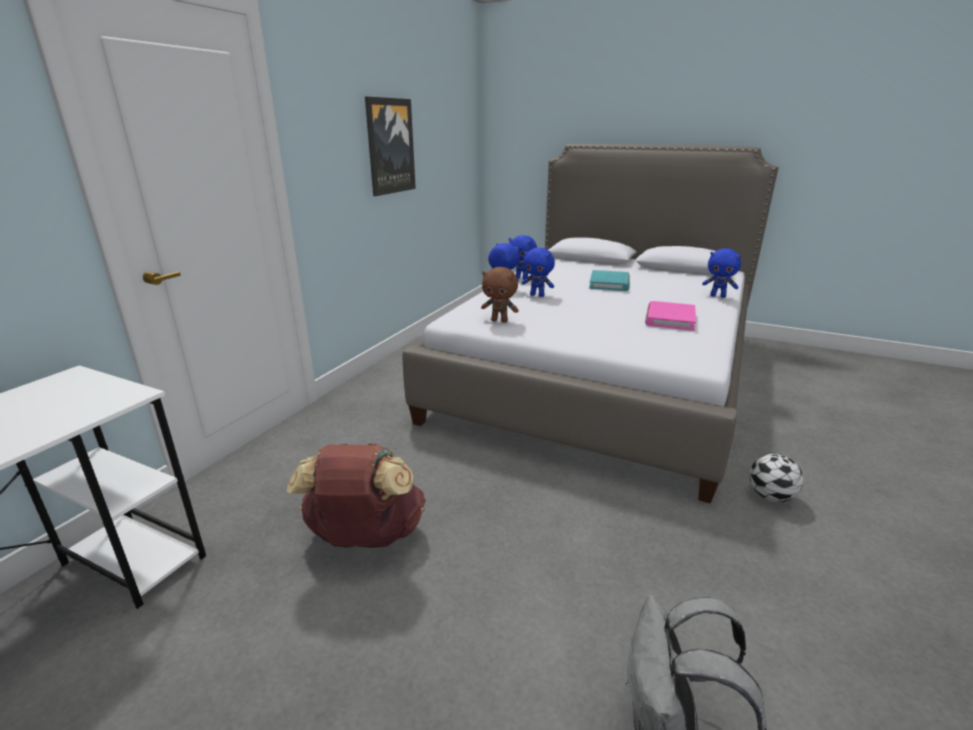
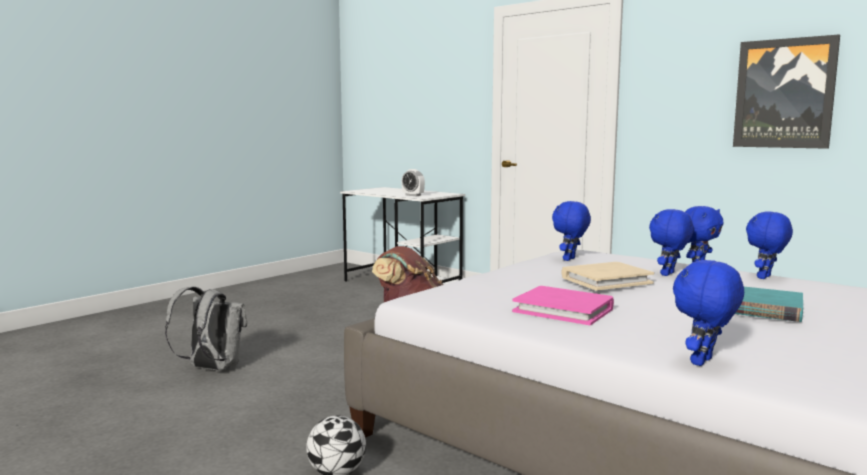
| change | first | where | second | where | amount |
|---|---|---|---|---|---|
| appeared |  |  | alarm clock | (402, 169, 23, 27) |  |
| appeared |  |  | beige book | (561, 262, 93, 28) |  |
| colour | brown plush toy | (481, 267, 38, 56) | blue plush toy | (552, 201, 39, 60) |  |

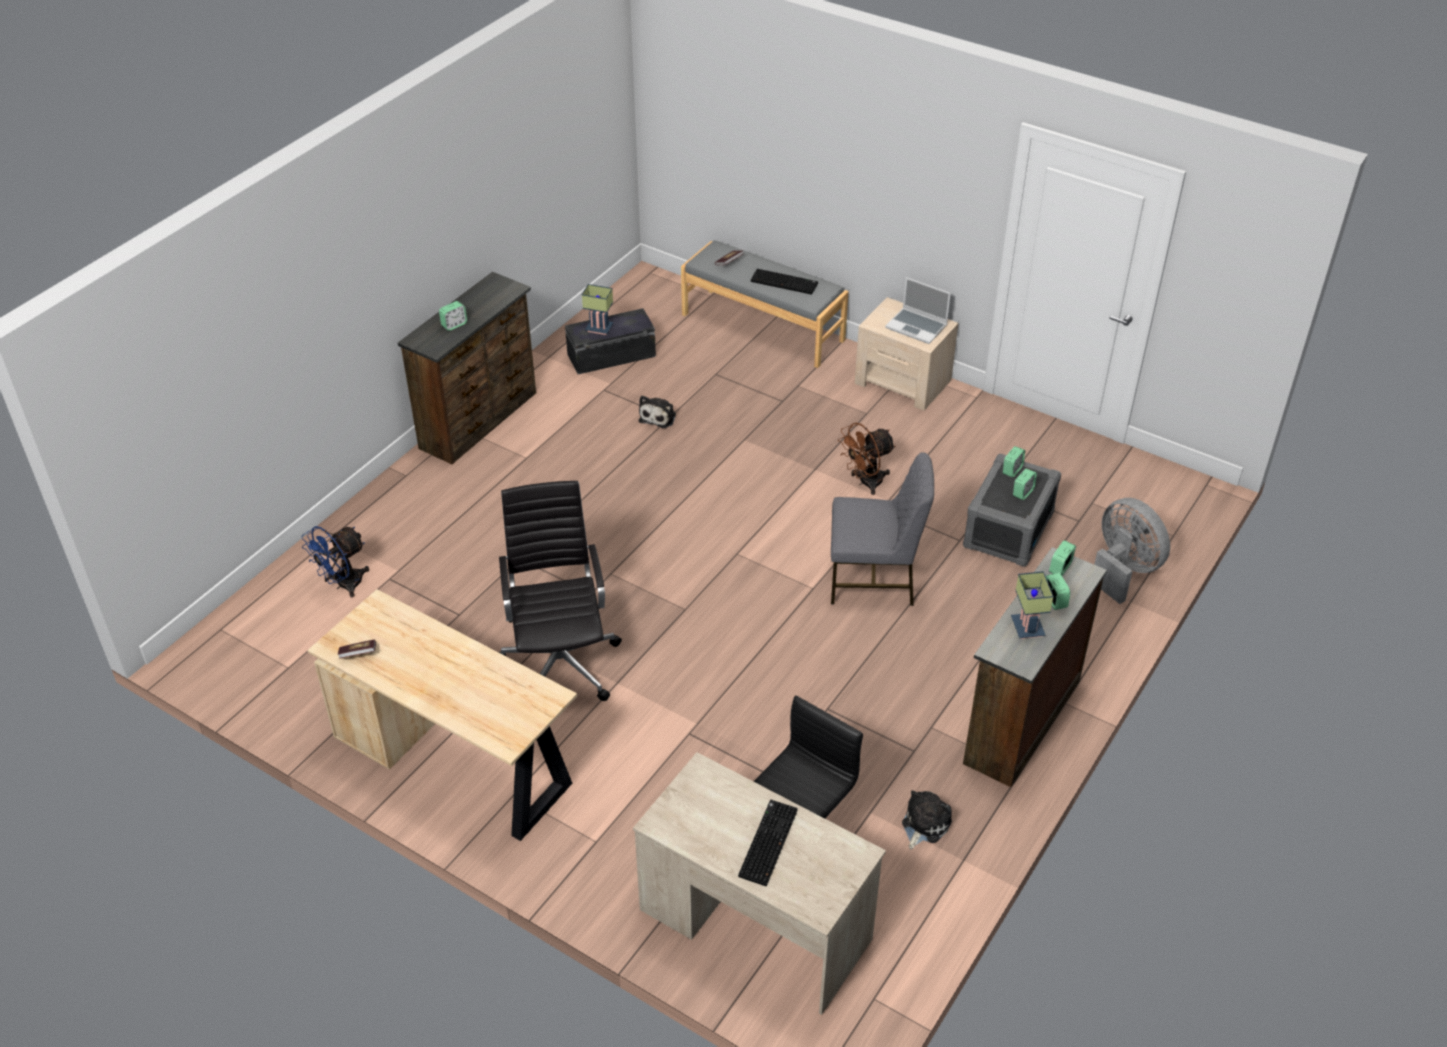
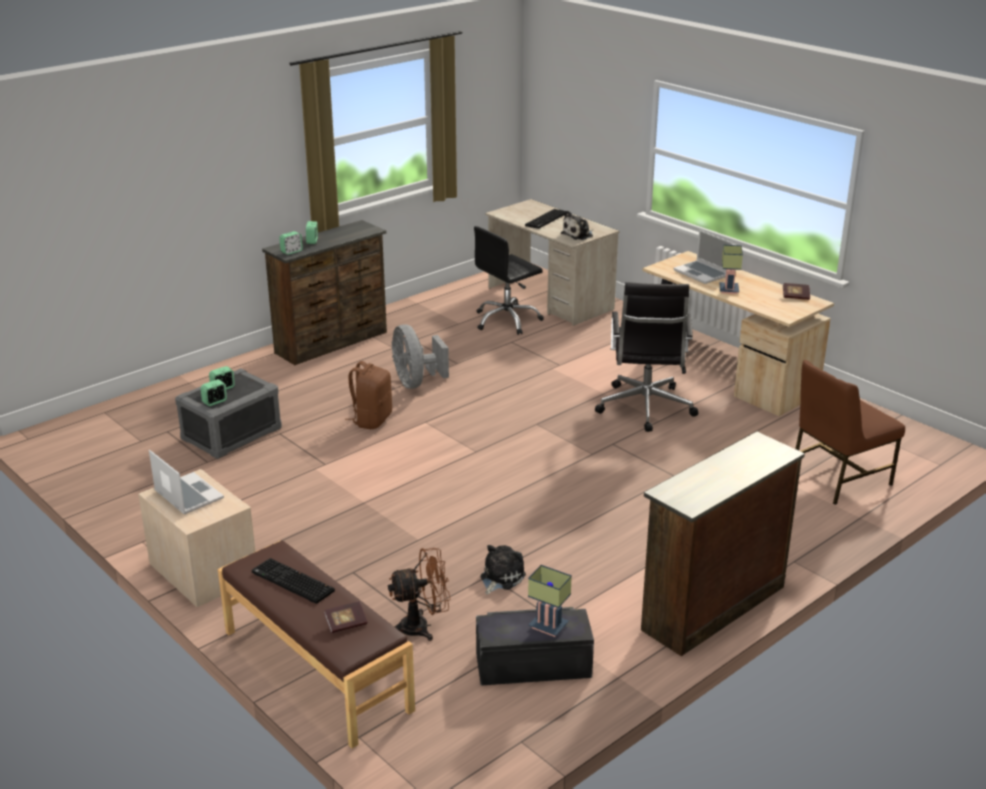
| change | first | where | second | where | amount |
|---|---|---|---|---|---|
| missing | alarm clock | (439, 301, 28, 30) |  |  |  |
| appeared |  |  | laptop | (673, 230, 59, 54) |  |
| relocated | brown fan | (838, 423, 58, 72) |  | (388, 548, 62, 93) |  |
| relocated | plush toy | (902, 790, 50, 59) |  | (561, 211, 32, 29) |  |
| relocated | table lamp | (1011, 571, 43, 68) |  | (719, 245, 24, 49) |  |
| relocated | grey fan | (1094, 498, 76, 106) |  | (392, 324, 57, 65) |  |
| exchanged | blue fan | (301, 526, 68, 71) | brown chair | (795, 360, 110, 145) |  |
| exchanged | grey chair | (831, 452, 103, 154) | brown backpack | (345, 361, 47, 68) |  |
| colour | grey bench | (681, 240, 168, 128) | brown bench | (218, 541, 197, 208) |  |

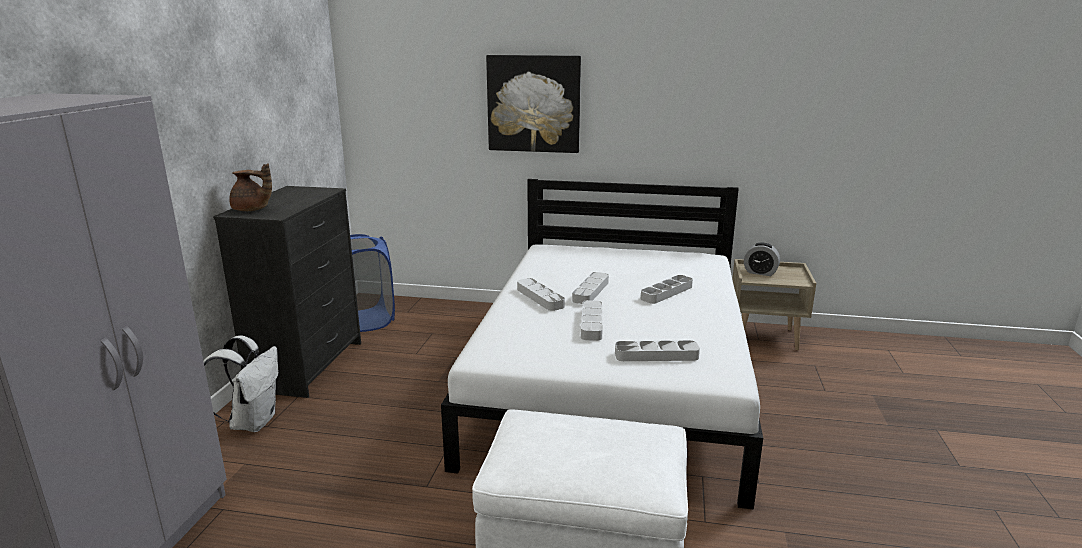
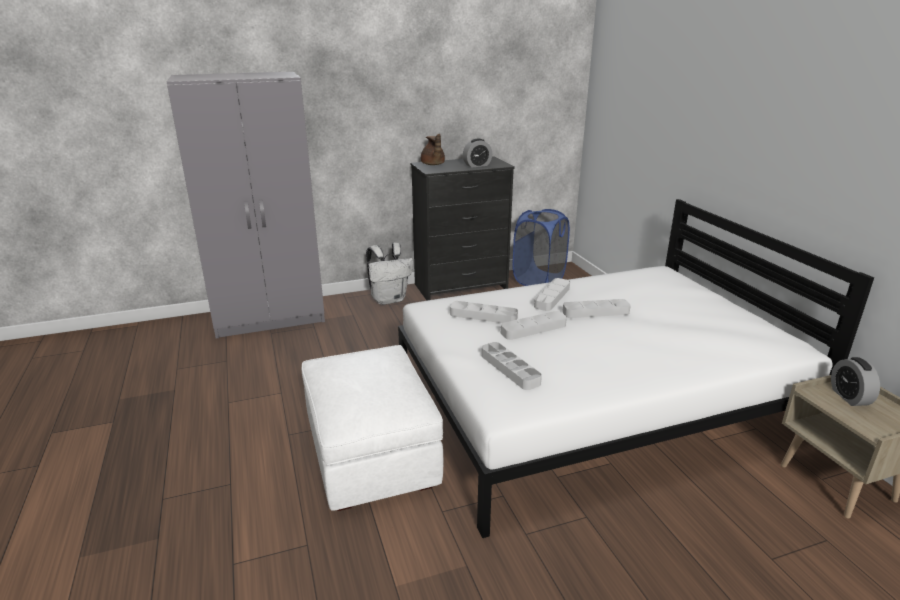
| change | first | where | second | where | amount |
|---|---|---|---|---|---|
| missing | picture | (486, 55, 95, 98) |  |  |  |
| appeared |  |  | alarm clock | (463, 138, 29, 30) |  |
| relocated | grey tray | (641, 275, 52, 29) |  | (450, 301, 68, 22) |  |

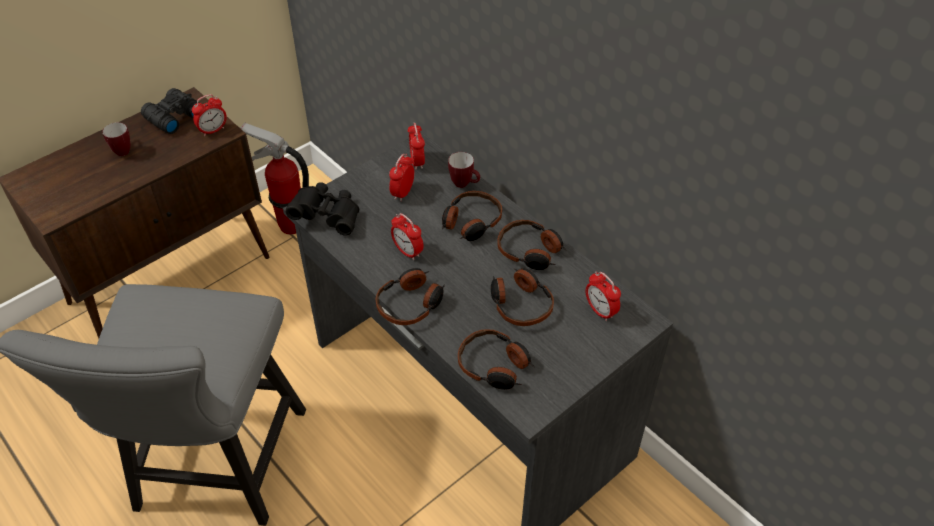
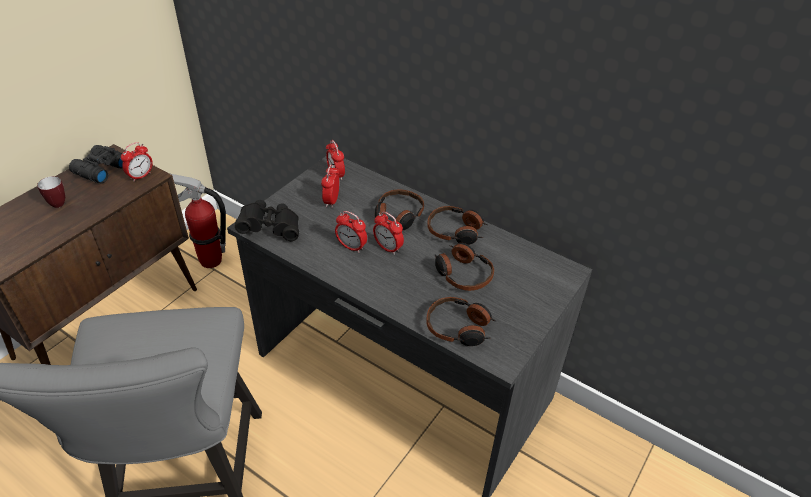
| change | first | where | second | where | amount |
|---|---|---|---|---|---|
| missing | headphones | (376, 268, 69, 57) |  |  |  |
| missing | mug | (448, 152, 32, 36) |  |  |  |
| relocated | alarm clock | (586, 272, 35, 49) |  | (373, 212, 31, 43) |  |

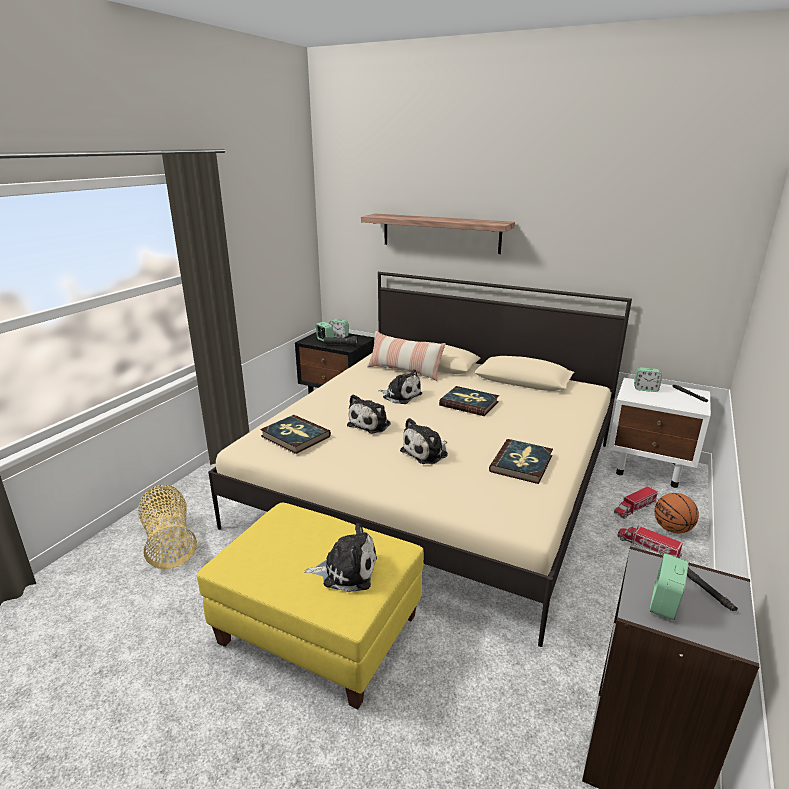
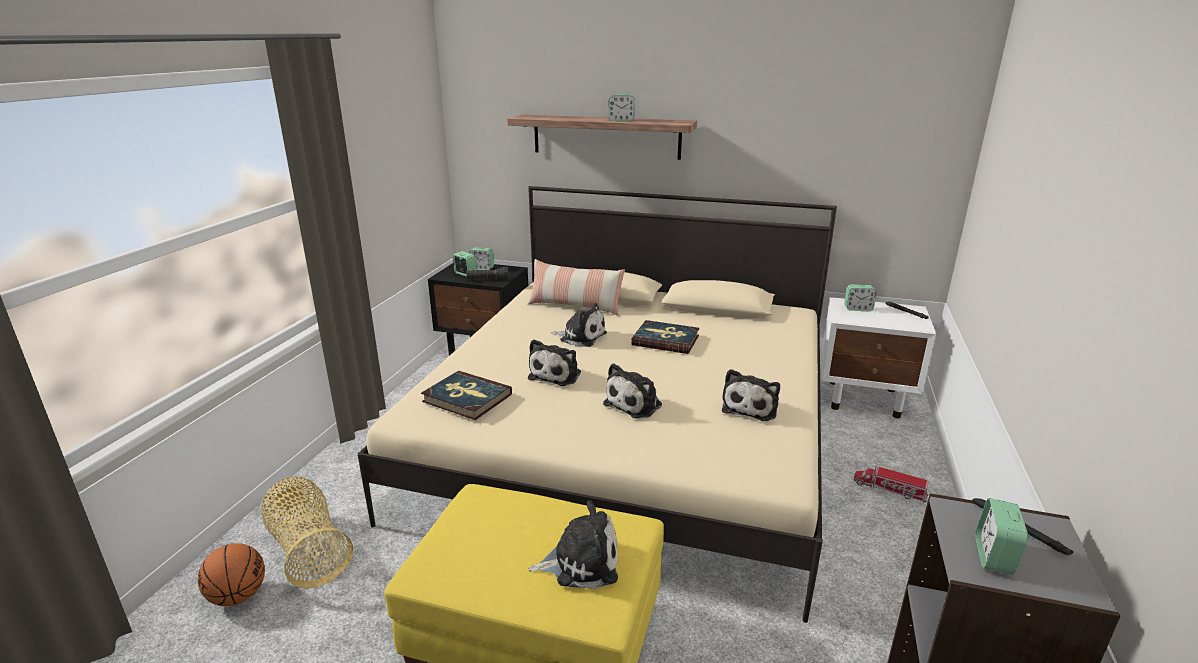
| change | first | where | second | where | amount |
|---|---|---|---|---|---|
| missing | toy truck | (614, 486, 44, 33) |  |  |  |
| appeared |  |  | alarm clock | (608, 95, 27, 26) |  |
| relocated | basketball | (654, 493, 45, 40) |  | (198, 543, 67, 63) |  |
| exchanged | book | (489, 439, 64, 45) | plush toy | (722, 369, 58, 52) |  |

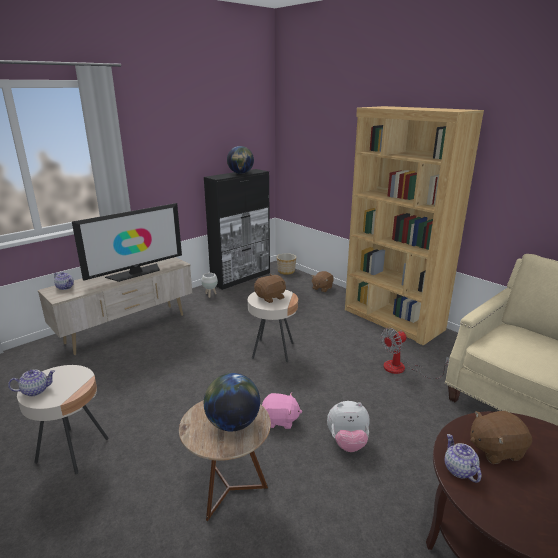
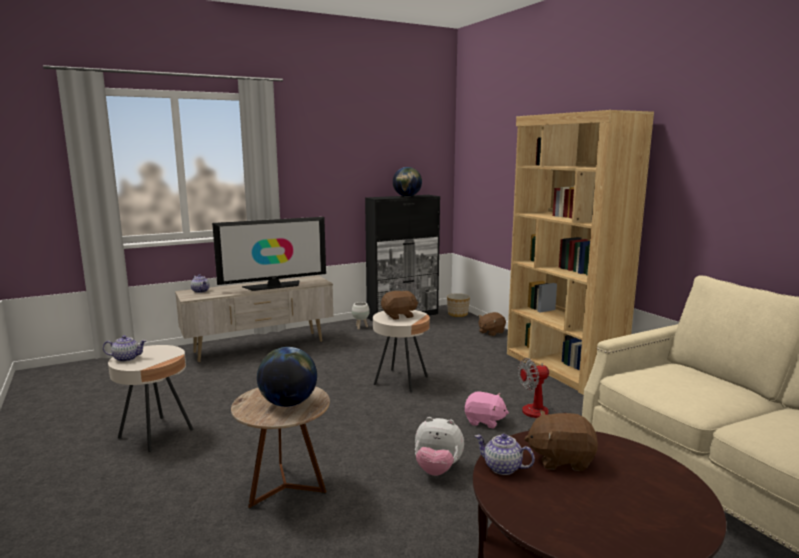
| change | first | where | second | where | amount |
|---|---|---|---|---|---|
| relocated | pink plush toy | (262, 392, 40, 37) |  | (465, 391, 44, 37) |  |
| spun | teapot | (445, 434, 36, 49) |  | (475, 434, 60, 41) | 60 degrees counterclockwise |

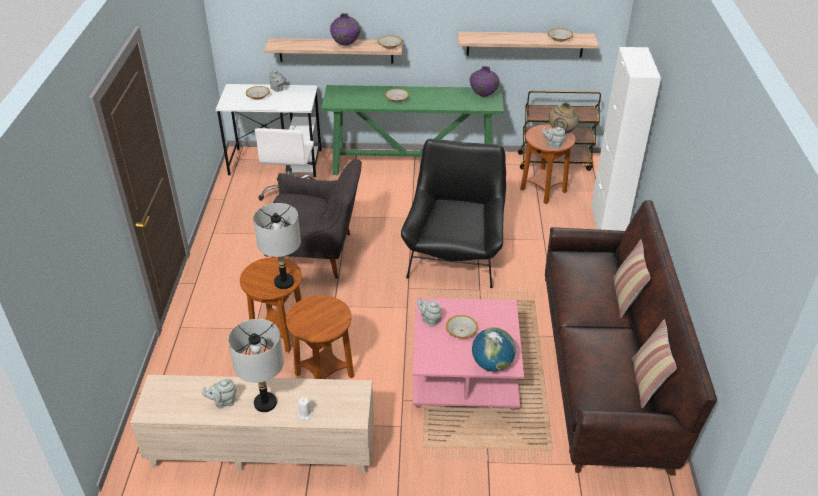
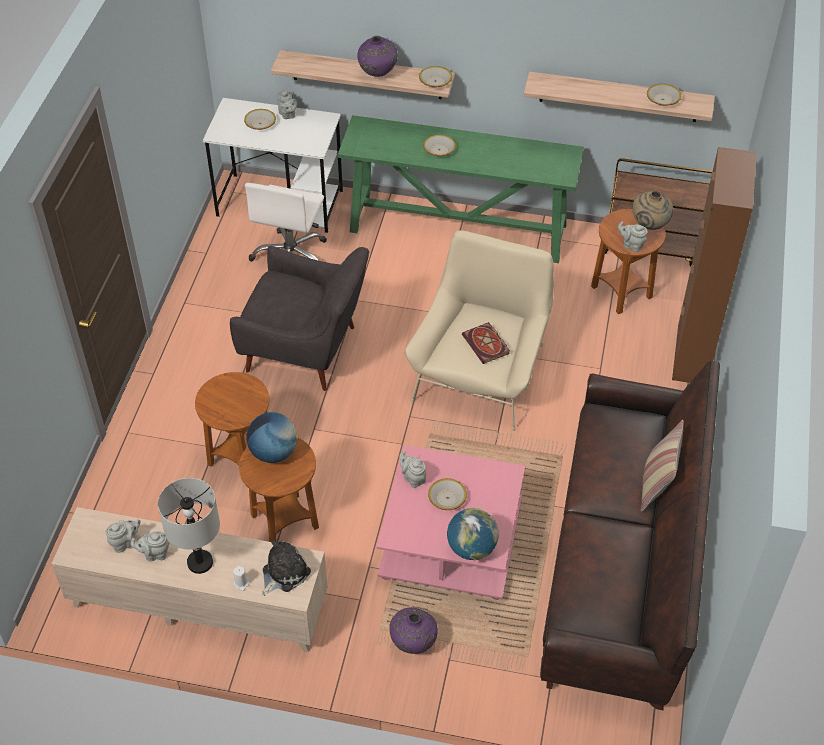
| change | first | where | second | where | amount |
|---|---|---|---|---|---|
| missing | grey table lamp | (253, 203, 48, 86) |  |  |  |
| missing | pillow | (632, 320, 45, 88) |  |  |  |
| appeared |  |  | grey teapot | (105, 519, 36, 34) |  |
| appeared |  |  | globe | (246, 412, 53, 51) |  |
| appeared |  |  | plush toy | (262, 540, 49, 56) |  |
| appeared |  |  | book | (462, 322, 48, 42) |  |
| relocated | purple vase | (470, 66, 30, 31) |  | (389, 607, 49, 47) |  |
| colour | black armchair | (401, 139, 105, 149) | beige armchair | (405, 230, 149, 201) |  |
| colour | white cabinet | (591, 47, 70, 184) | brown cabinet | (672, 147, 85, 236) |  |

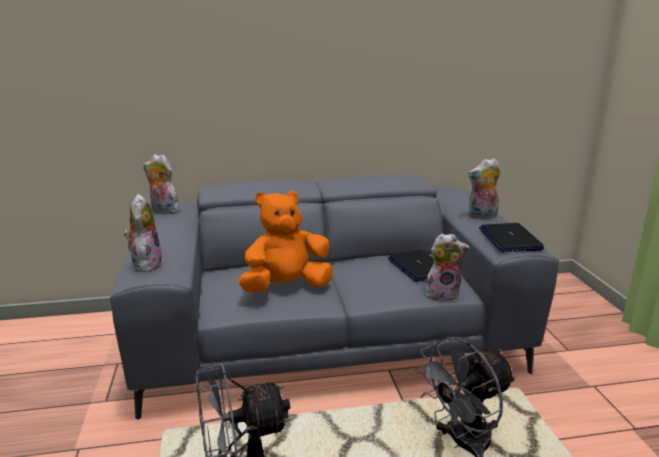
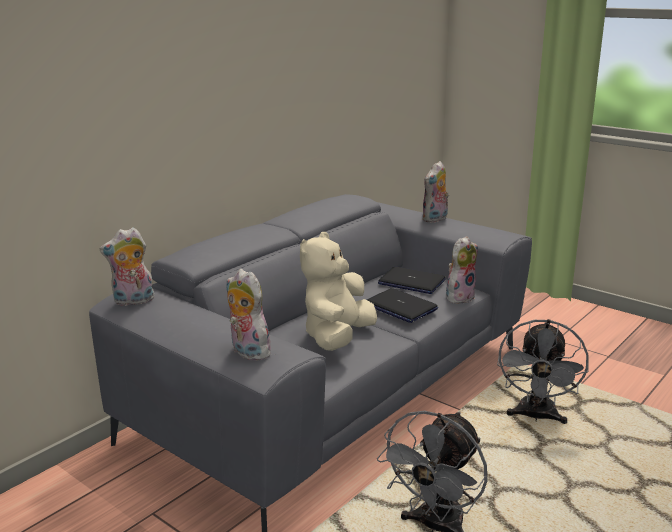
| change | first | where | second | where | amount |
|---|---|---|---|---|---|
| relocated | laptop | (479, 223, 65, 29) |  | (367, 288, 71, 35) |  |
| colour | orange plush toy | (238, 191, 95, 101) | beige plush toy | (300, 232, 77, 119) |  |

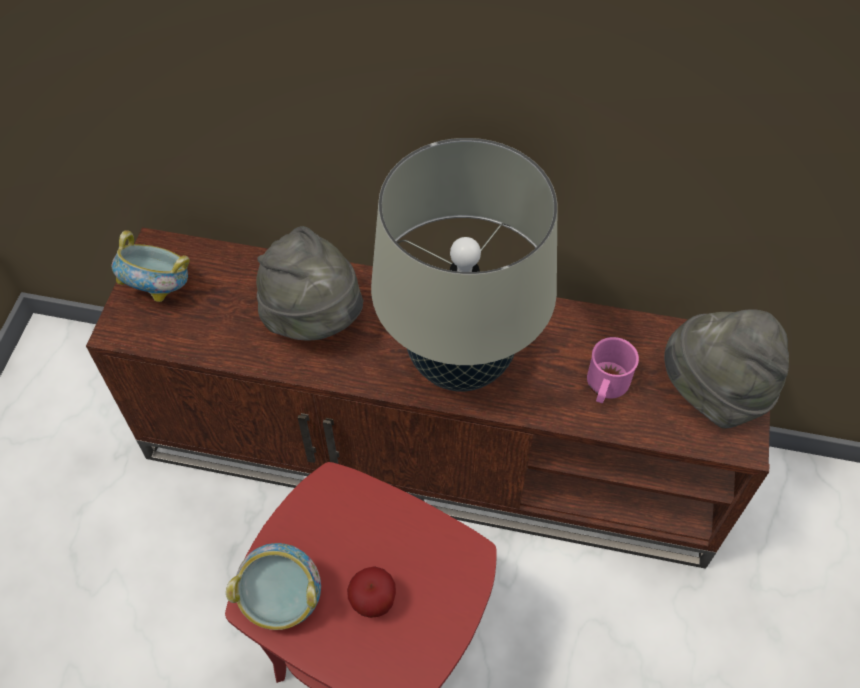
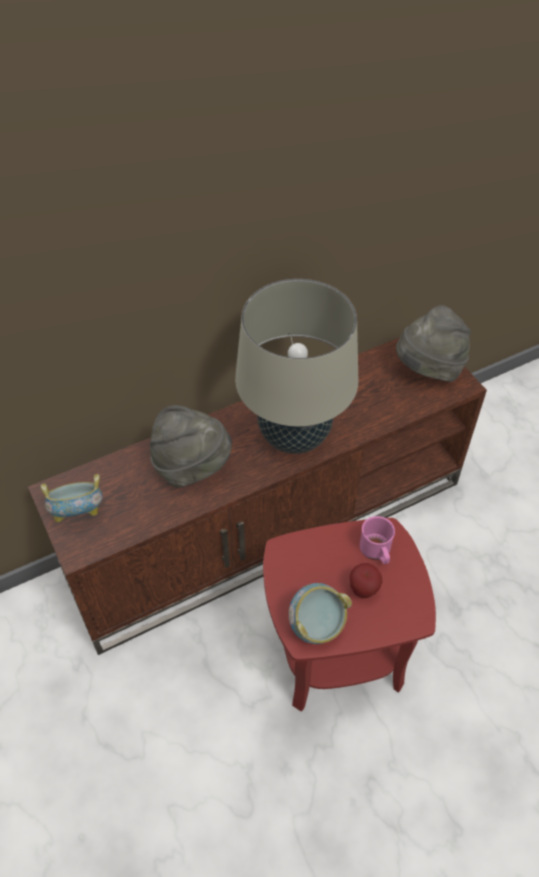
| change | first | where | second | where | amount |
|---|---|---|---|---|---|
| relocated | pink mug | (587, 337, 52, 66) |  | (360, 516, 35, 48) |  |

